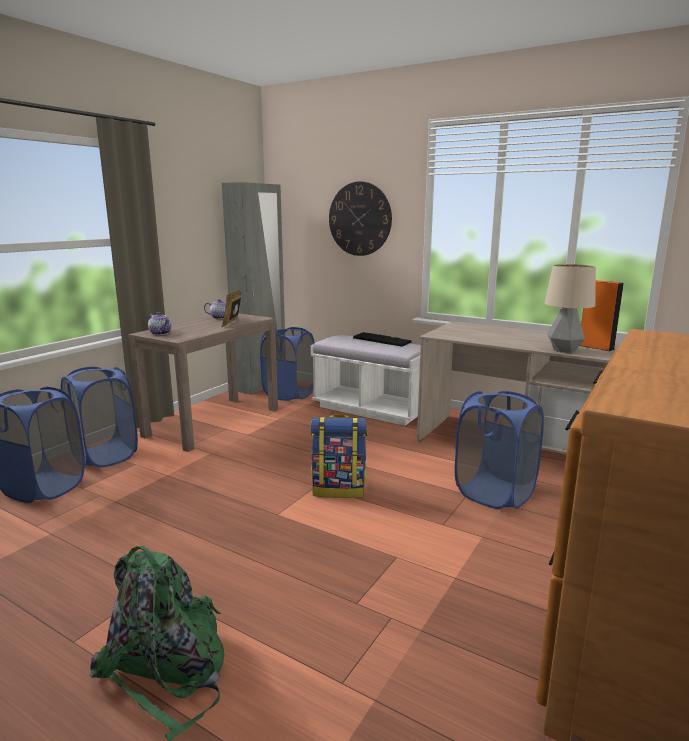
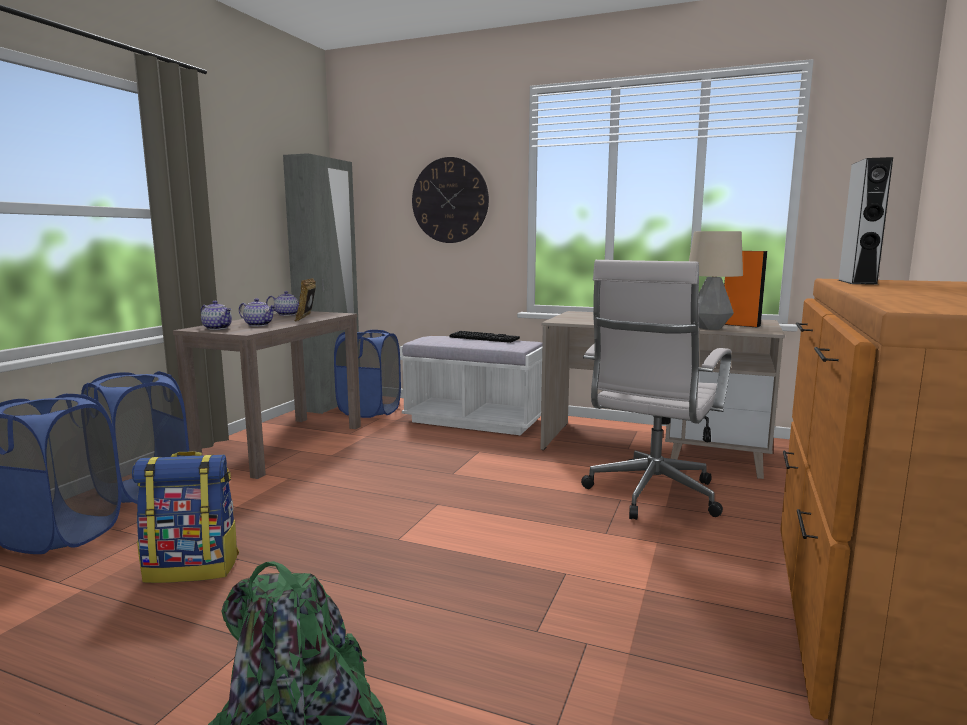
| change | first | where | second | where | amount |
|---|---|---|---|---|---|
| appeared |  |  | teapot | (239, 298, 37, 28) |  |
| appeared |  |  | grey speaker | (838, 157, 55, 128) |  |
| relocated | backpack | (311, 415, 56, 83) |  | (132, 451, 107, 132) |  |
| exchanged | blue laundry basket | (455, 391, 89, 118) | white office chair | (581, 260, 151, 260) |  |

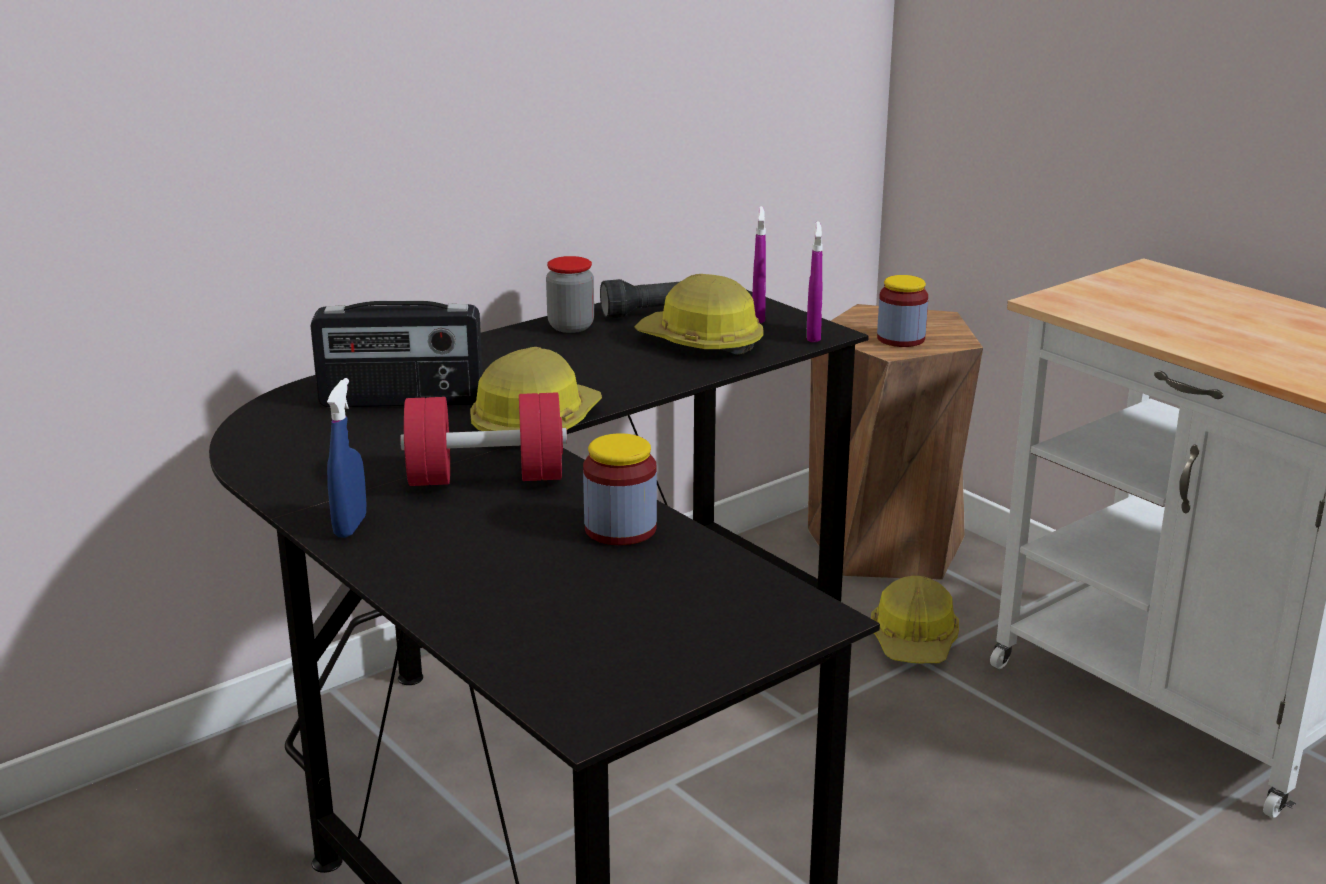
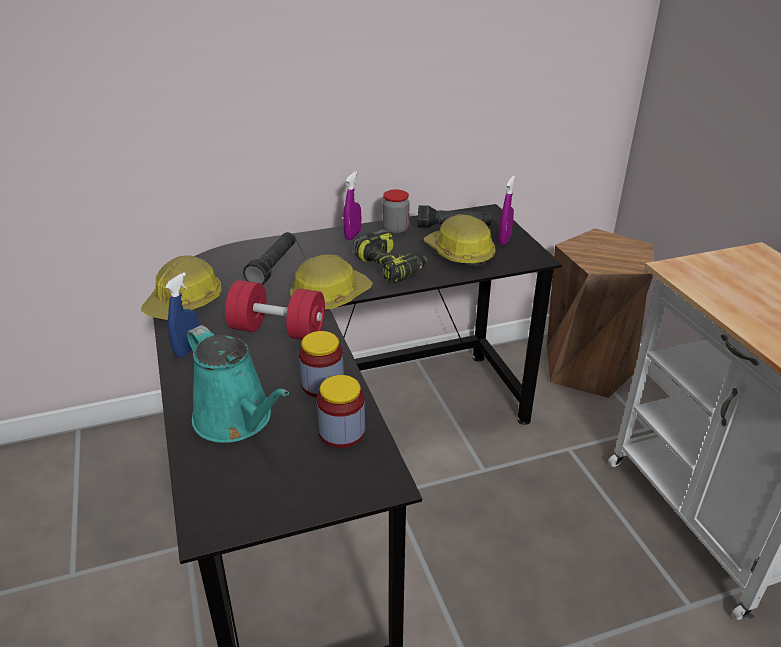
| change | first | where | second | where | amount |
|---|---|---|---|---|---|
| appeared |  |  | turquoise watering can | (187, 325, 102, 118) |  |
| appeared |  |  | power drill | (353, 229, 75, 54) |  |
| relocated | purple spray bottle | (807, 221, 16, 121) |  | (343, 171, 18, 69) |  |
| relocated | hard hat | (871, 576, 88, 87) |  | (141, 255, 81, 65) |  |
| relocated | jar | (877, 275, 51, 72) |  | (317, 375, 48, 73) |  |
| exchanged | radio | (311, 301, 172, 106) | black flashlight | (243, 232, 52, 53) |  |

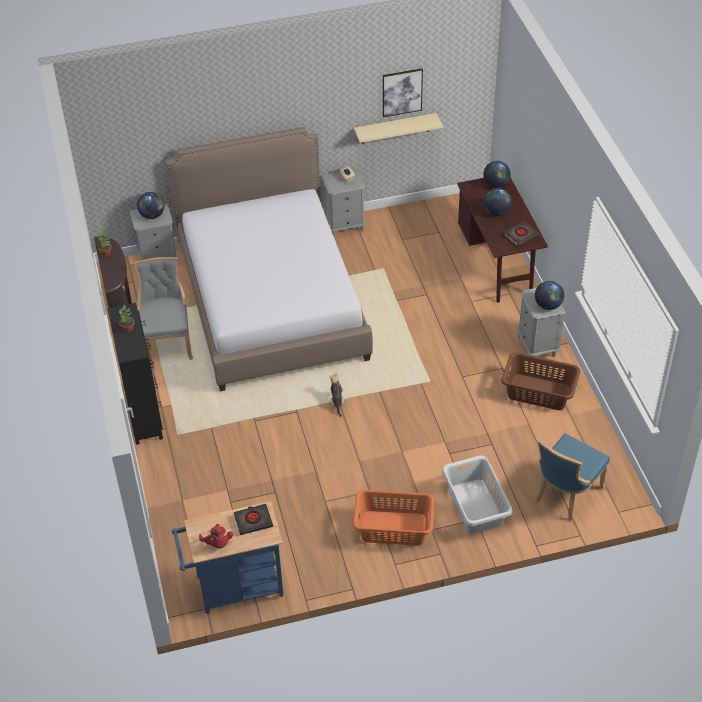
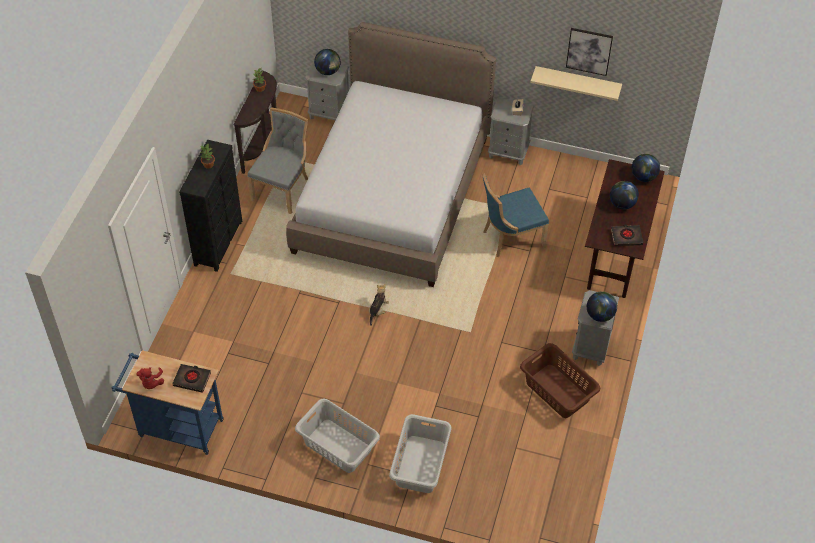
| change | first | where | second | where | amount |
|---|---|---|---|---|---|
| relocated | blue chair | (535, 433, 75, 88) |  | (482, 173, 67, 85) |  |
| colour | orange laundry basket | (353, 490, 82, 56) | grey laundry basket | (295, 399, 85, 74) |  |

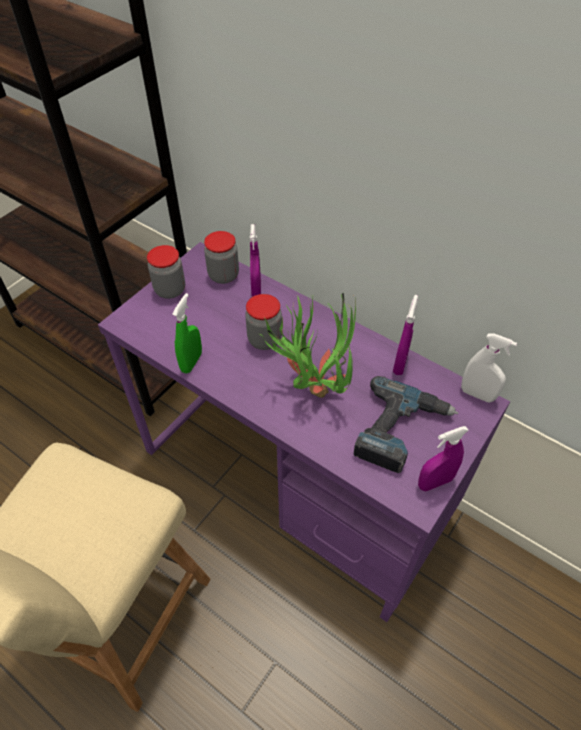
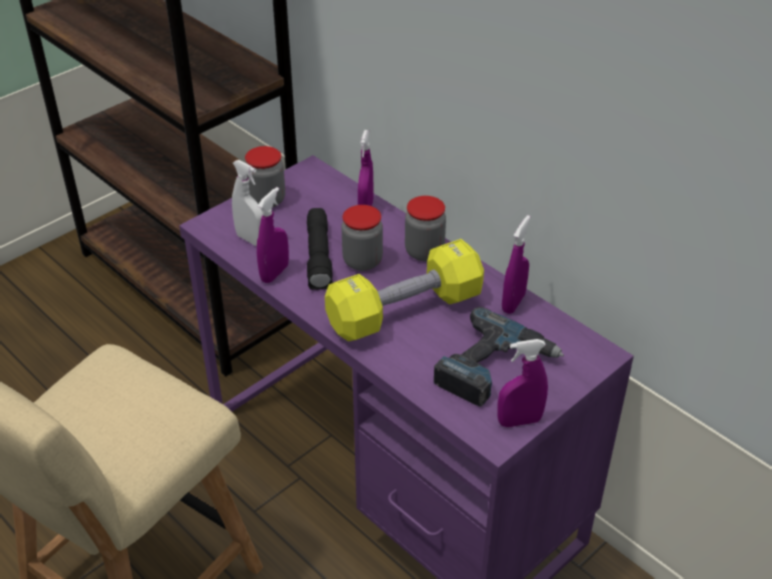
| change | first | where | second | where | amount |
|---|---|---|---|---|---|
| appeared |  |  | black flashlight | (307, 208, 26, 82) |  |
| relocated | jar | (204, 231, 35, 53) |  | (405, 196, 41, 65) |  |
| relocated | white spray bottle | (461, 333, 56, 70) |  | (232, 160, 31, 86) |  |
| exchanged | potted plant | (258, 293, 98, 105) | yellow dumbbell | (325, 239, 159, 102) |  |
| colour | green spray bottle | (172, 293, 30, 80) | purple spray bottle | (257, 187, 32, 96) |  |

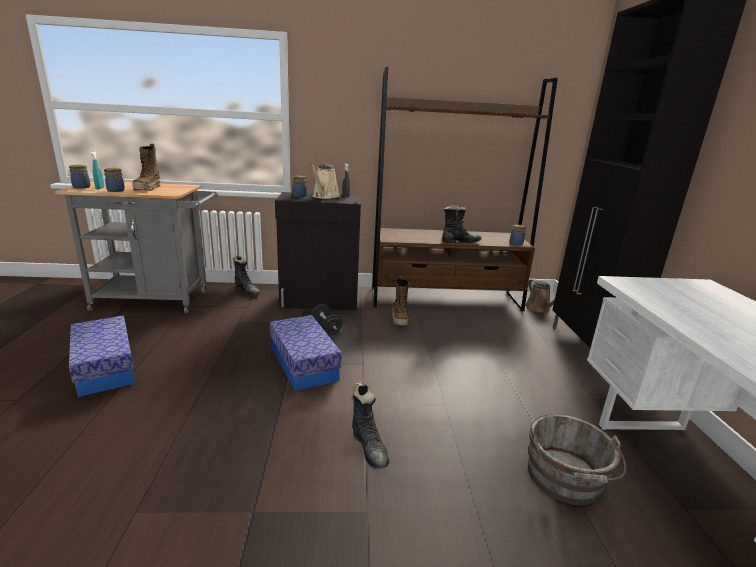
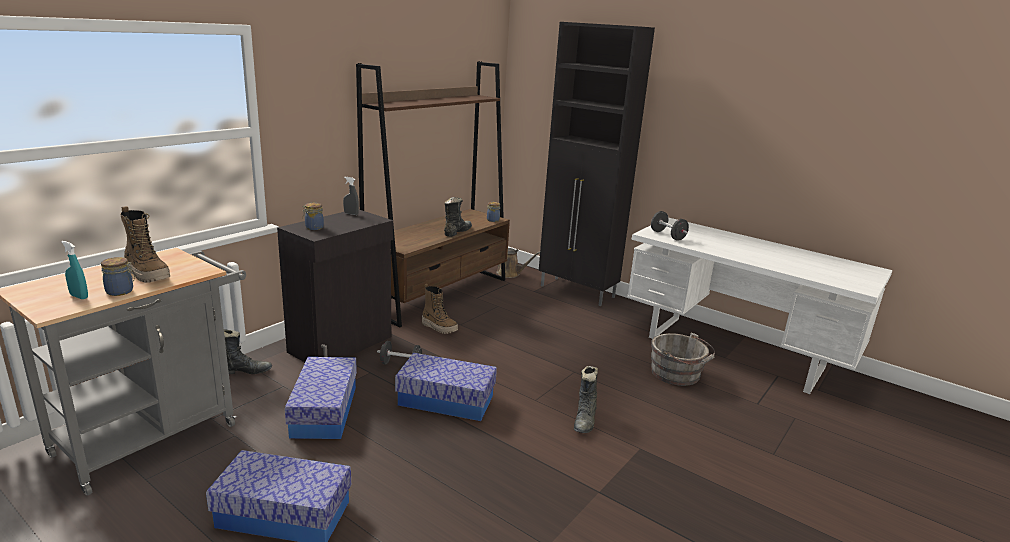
| change | first | where | second | where | amount |
|---|---|---|---|---|---|
| missing | jar | (69, 165, 22, 23) |  |  |  |
| missing | beige watering can | (310, 164, 30, 35) |  |  |  |
| appeared |  |  | storage box | (285, 357, 72, 82) |  |
| appeared |  |  | black dumbbell | (651, 211, 38, 30) |  |
| spun | black boot | (352, 382, 37, 87) |  | (574, 366, 24, 67) | 90 degrees clockwise |

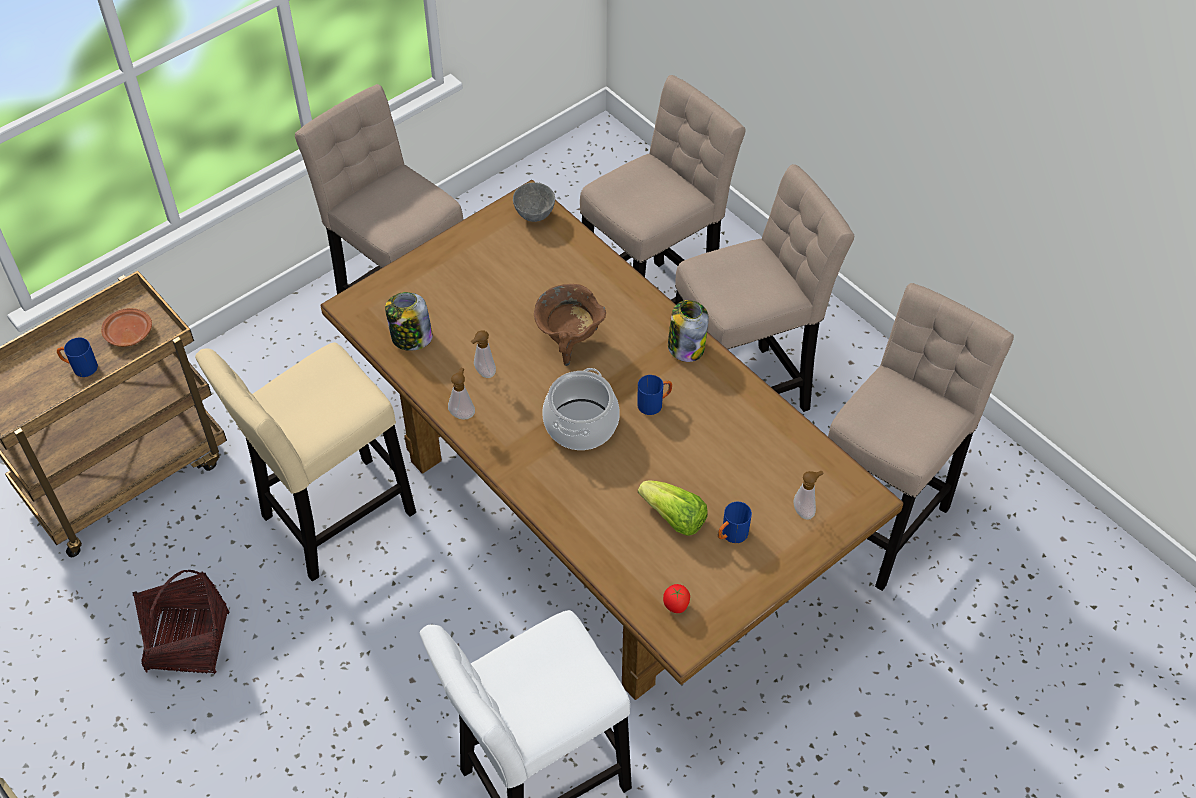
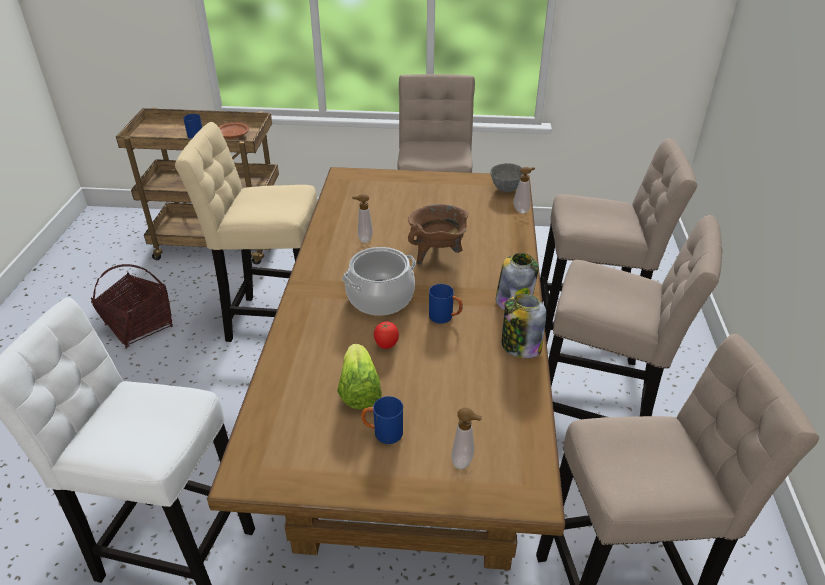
| change | first | where | second | where | amount |
|---|---|---|---|---|---|
| relocated | jar | (385, 292, 48, 59) |  | (502, 294, 44, 64) |  |
| relocated | soap dispenser | (448, 368, 27, 51) |  | (513, 167, 22, 46) |  |
| relocated | tomato | (663, 584, 27, 29) |  | (374, 321, 25, 28) |  |

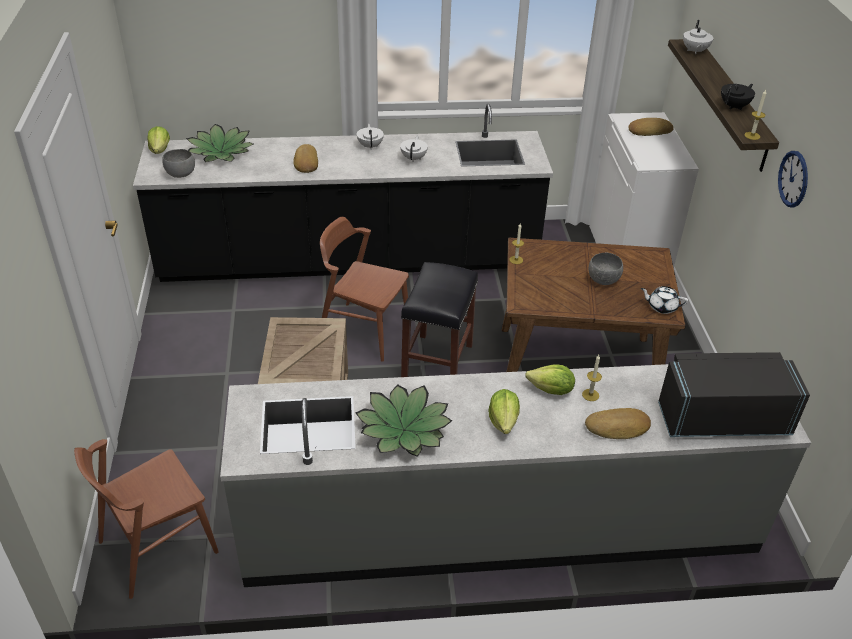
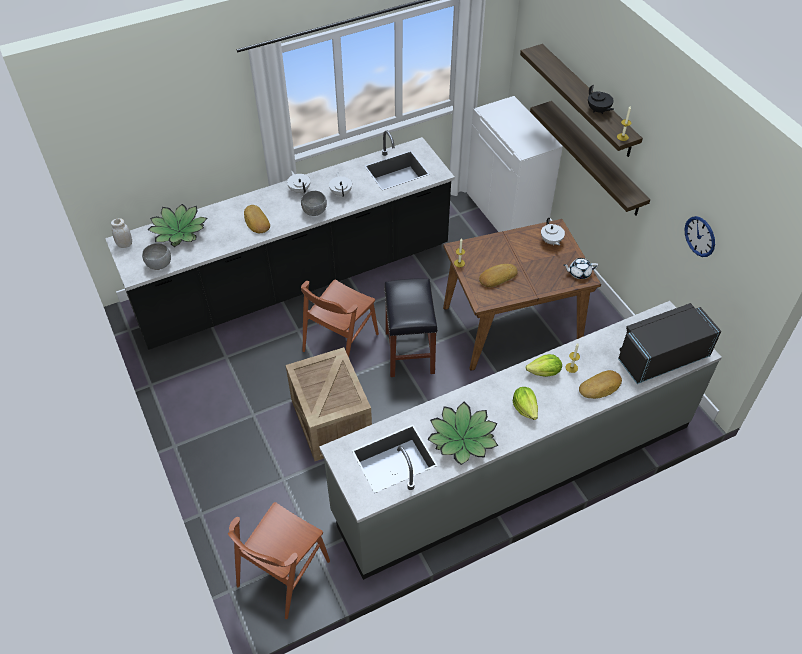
| change | first | where | second | where | amount |
|---|---|---|---|---|---|
| appeared |  |  | shelf | (530, 101, 120, 115) |  |
| relocated | grey bowl | (589, 253, 34, 32) |  | (301, 191, 26, 25) |  |
| relocated | bread | (628, 118, 46, 18) |  | (479, 264, 39, 23) |  |
| relocated | white teapot | (683, 20, 31, 35) |  | (541, 218, 24, 28) |  |
| relocated | wall clock | (778, 151, 30, 57) |  | (684, 216, 31, 41) |  |
| exchanged | lettuce | (147, 126, 23, 28) | white jar | (111, 218, 21, 30) |  |
| spun | brown chair | (320, 217, 89, 145) |  | (301, 280, 78, 77) | 60 degrees counterclockwise |
| spun | black teapot | (721, 84, 34, 26) |  | (588, 85, 26, 29) | 120 degrees clockwise |

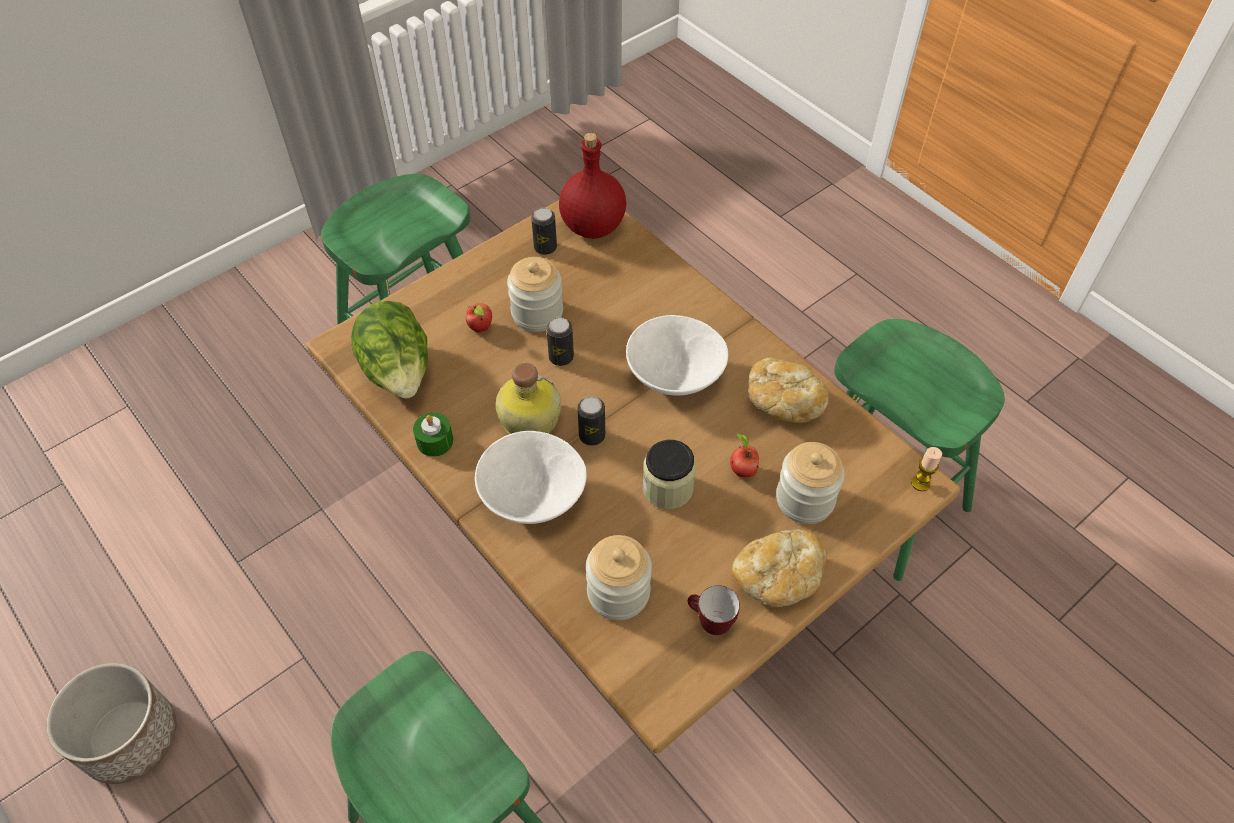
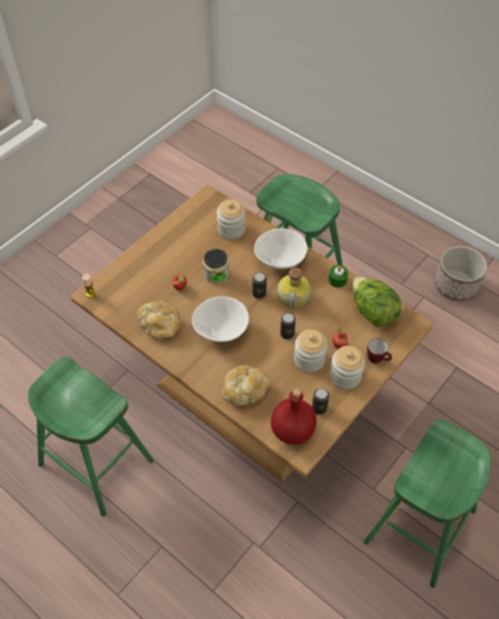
| change | first | where | second | where | amount |
|---|---|---|---|---|---|
| relocated | mug | (688, 585, 52, 50) |  | (367, 338, 25, 26) |  |
| relocated | bread | (732, 529, 94, 78) |  | (222, 365, 47, 41) |  |
| relocated | jar | (776, 442, 69, 82) |  | (330, 346, 35, 43) |  |

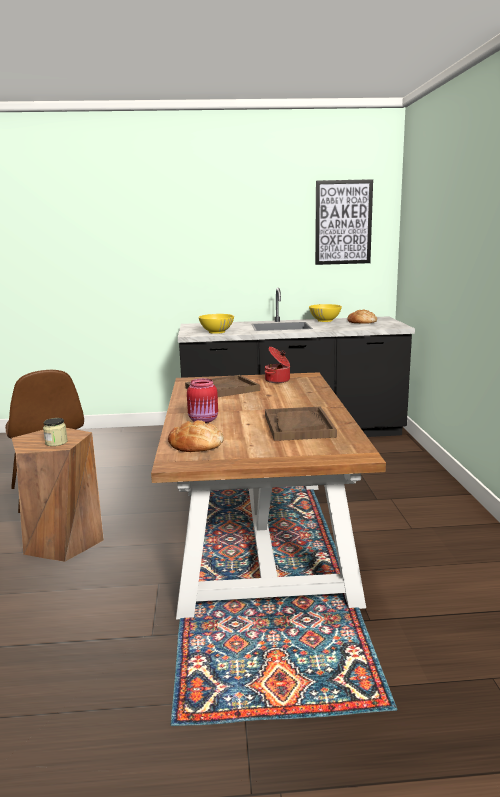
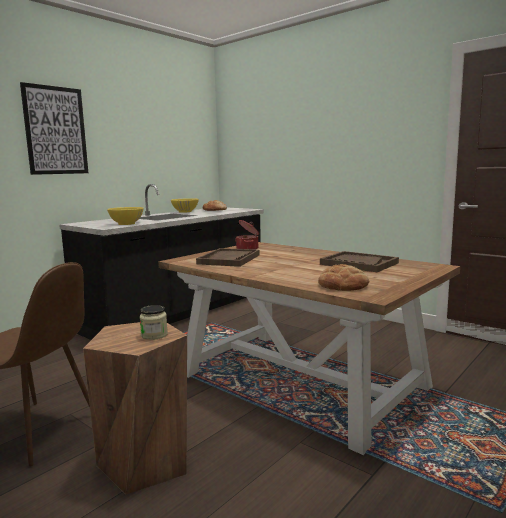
| change | first | where | second | where | amount |
|---|---|---|---|---|---|
| missing | red jar | (187, 378, 31, 45) |  |  |  |
| relocated | picture | (315, 179, 58, 86) |  | (20, 82, 68, 93) |  |

